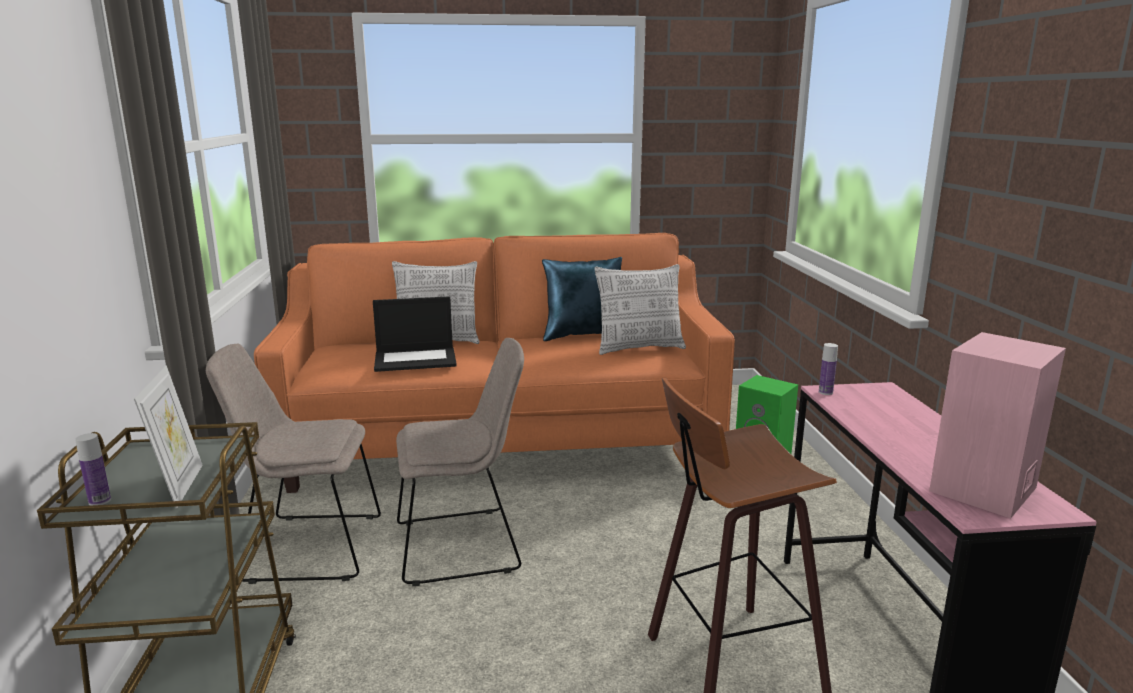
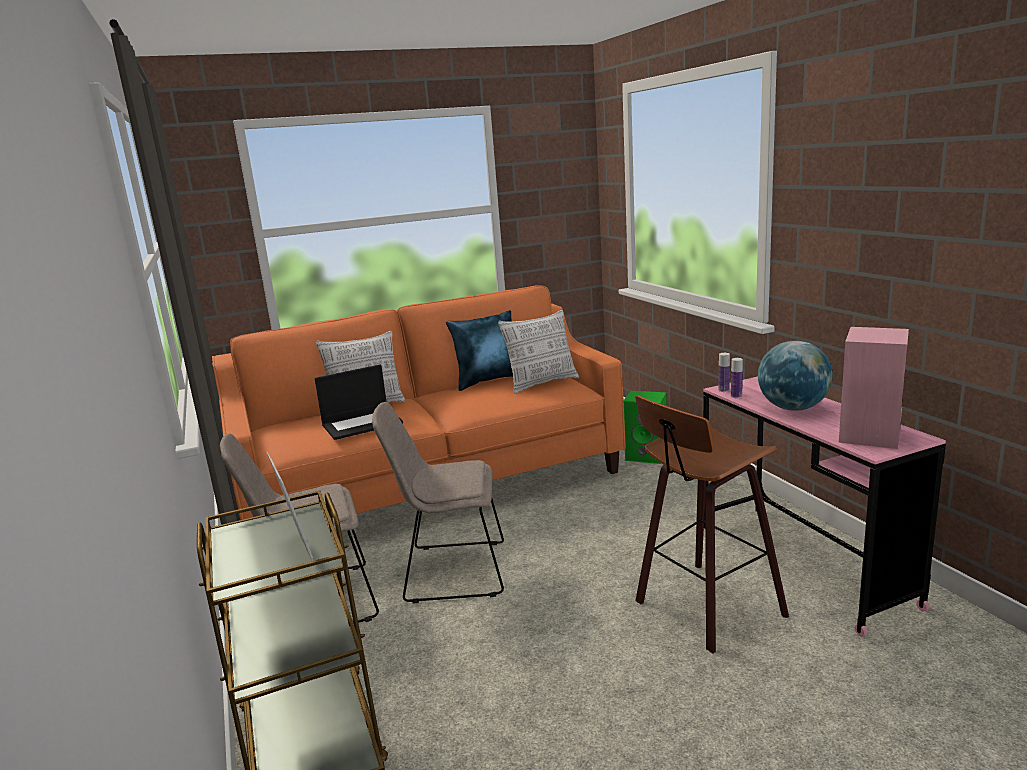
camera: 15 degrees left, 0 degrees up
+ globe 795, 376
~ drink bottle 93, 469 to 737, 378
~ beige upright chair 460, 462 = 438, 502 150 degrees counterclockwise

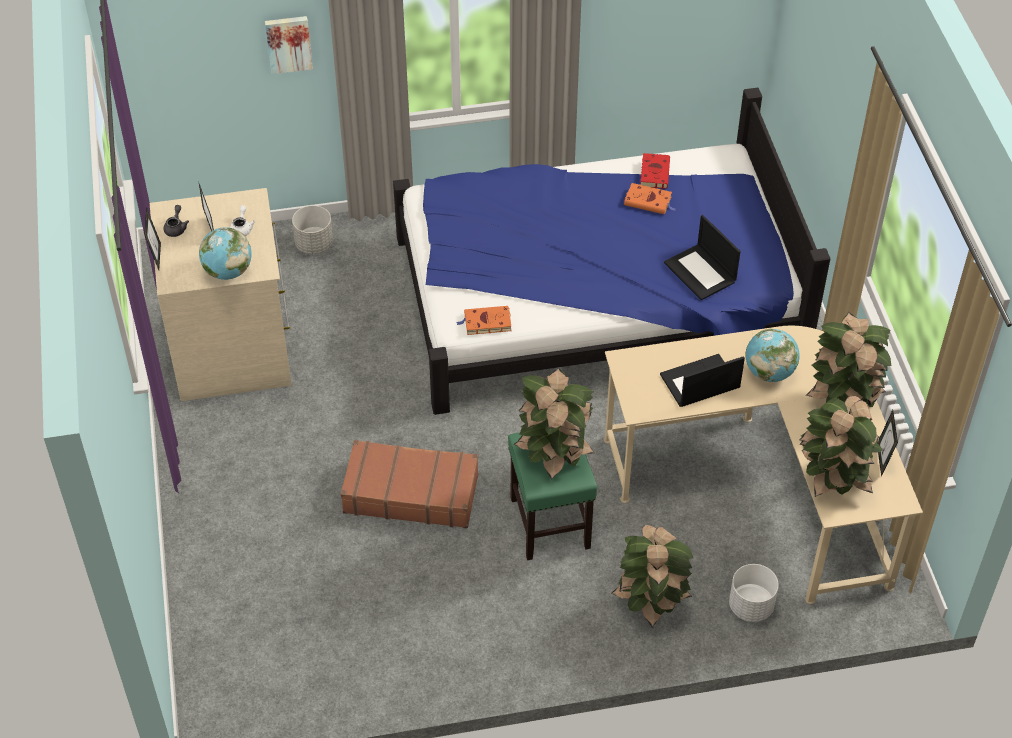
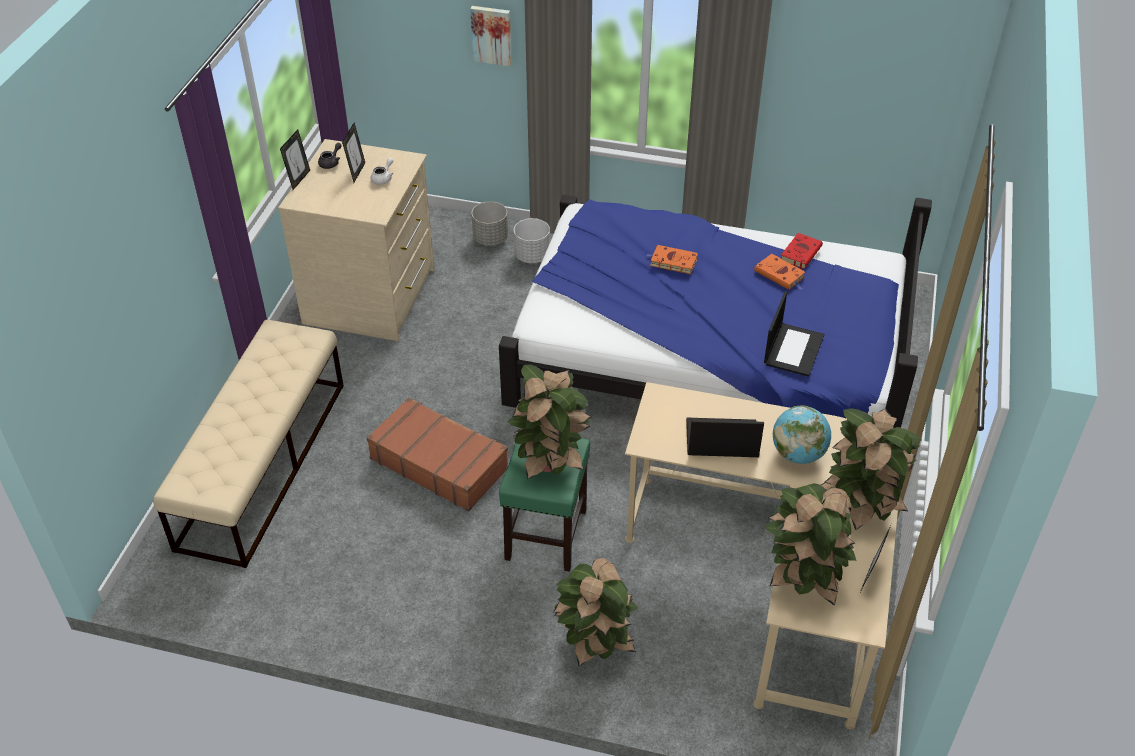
camera: 25 degrees right, 5 degrees down
- globe 225, 253
+ beige bench 248, 444
~ orangey bound book 484, 320 to 672, 259
~ white plant pot 754, 593 to 532, 240
~ notebook computer 702, 257 = 794, 334 150 degrees counterclockwise

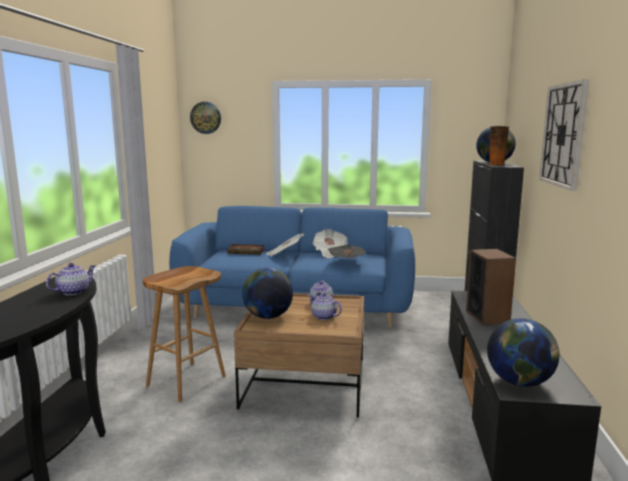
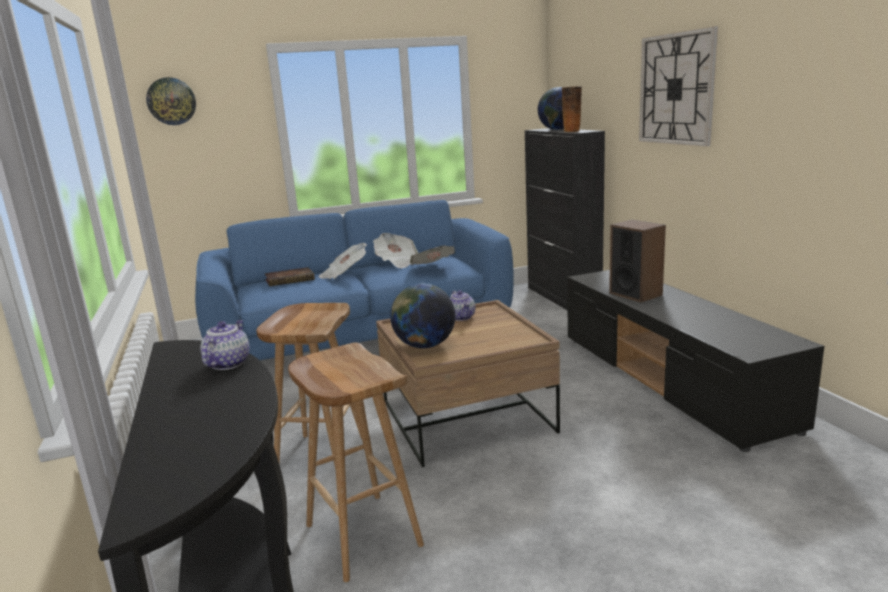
camera: 25 degrees left, 5 degrees up
- pot for tea 325, 306
- globe 523, 352
+ brown stool 356, 462

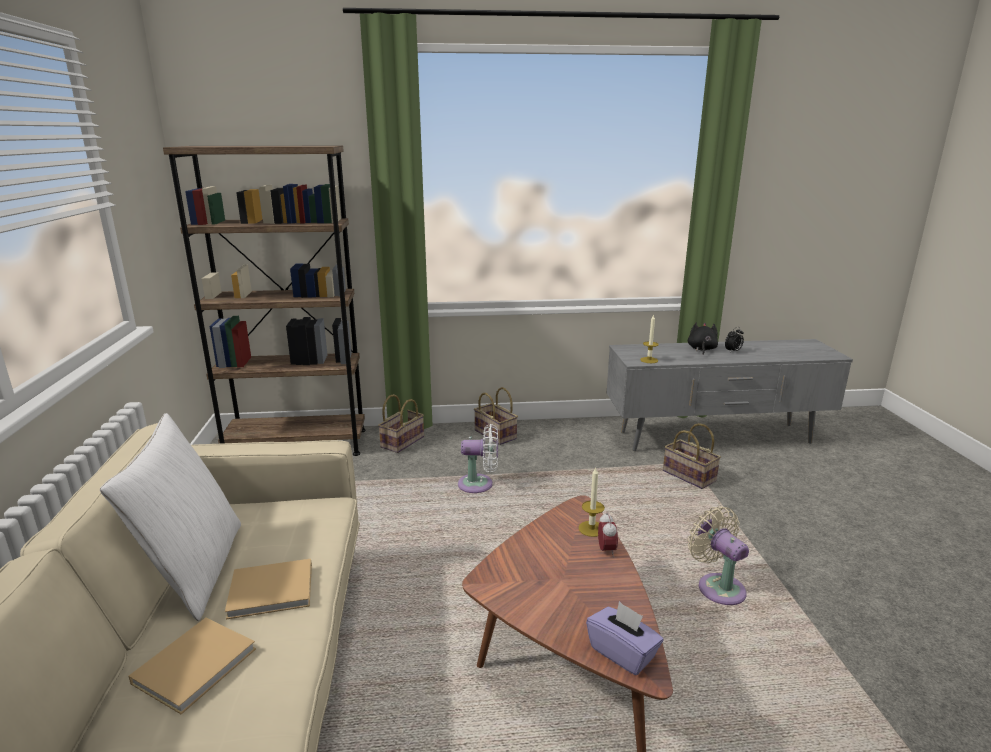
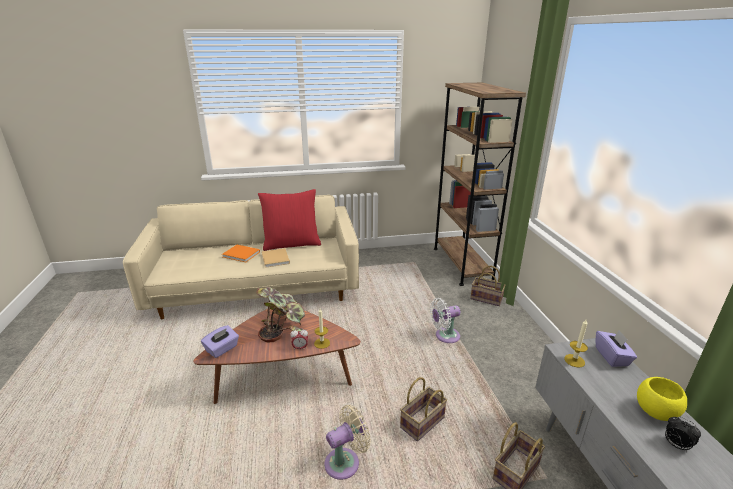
camera: 85 degrees right, 5 degrees up
+ houseplant 280, 315
+ purple tissue holder 616, 348
~ storage basket 496, 416 to 423, 409
~ black soft toy 703, 338 to yellowish serving bowl 662, 399
~ white throw pillow 170, 517 to red throw pillow 289, 220
~ beige bound book 192, 666 to orangey bound book 241, 253
~ white cooling fan 478, 458 = 445, 320 75 degrees clockwise

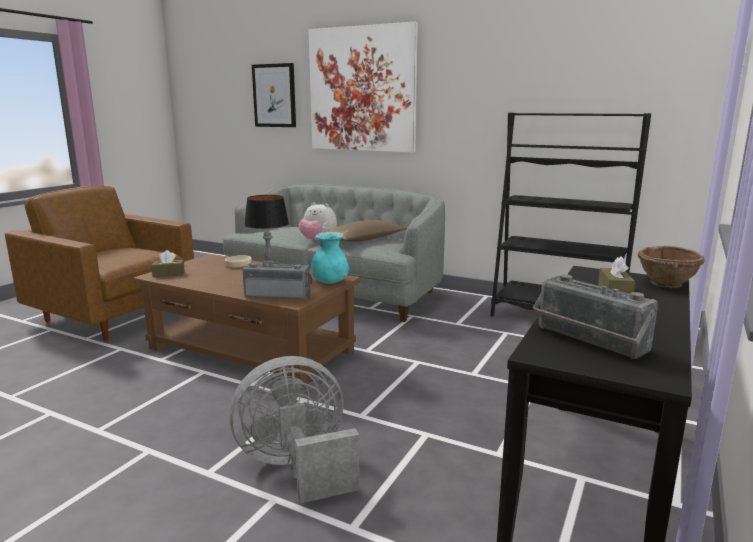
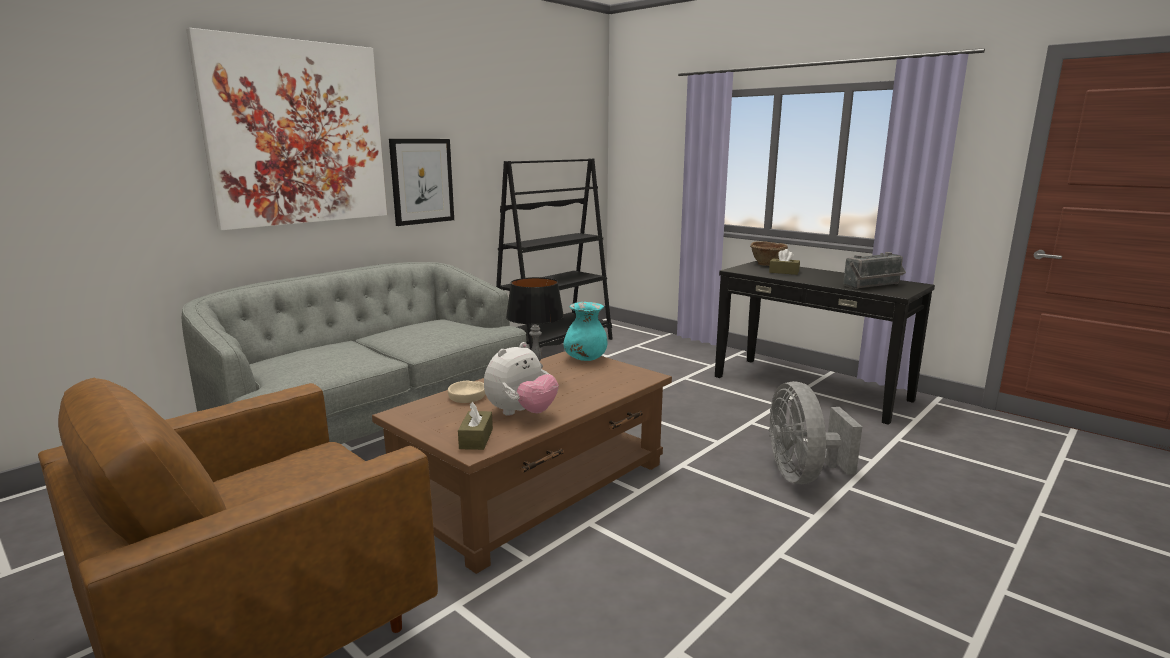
camera: 75 degrees left, 0 degrees up
- radio set 278, 280
- brown throw pillow 365, 231
~ wall art 274, 95 to 421, 182
~ soft toy 318, 221 to 521, 379

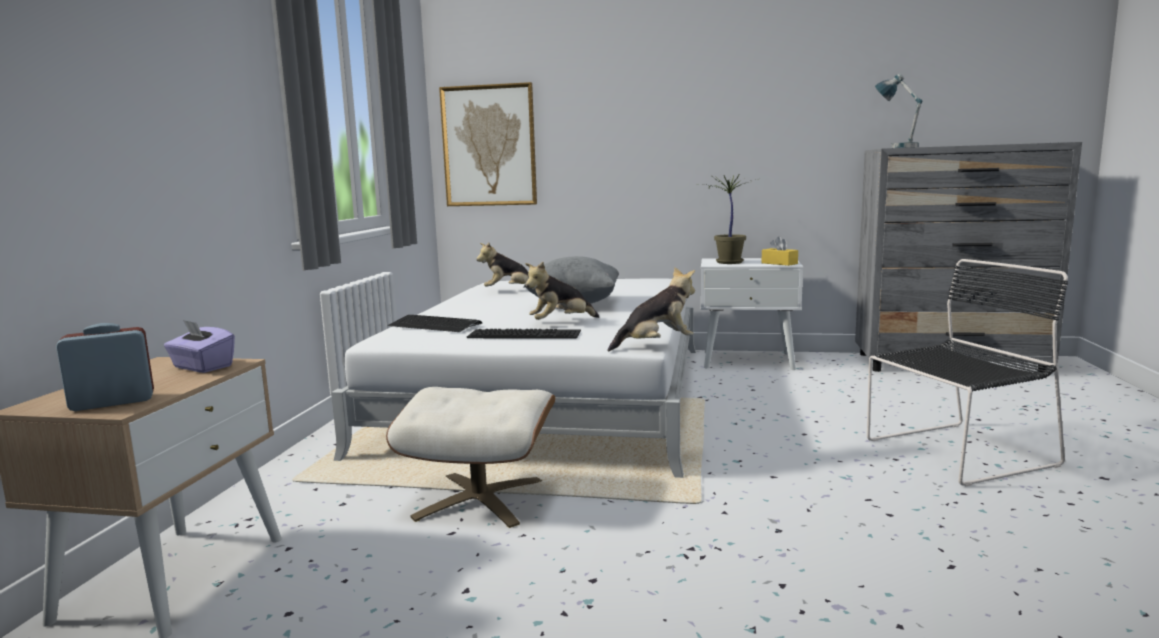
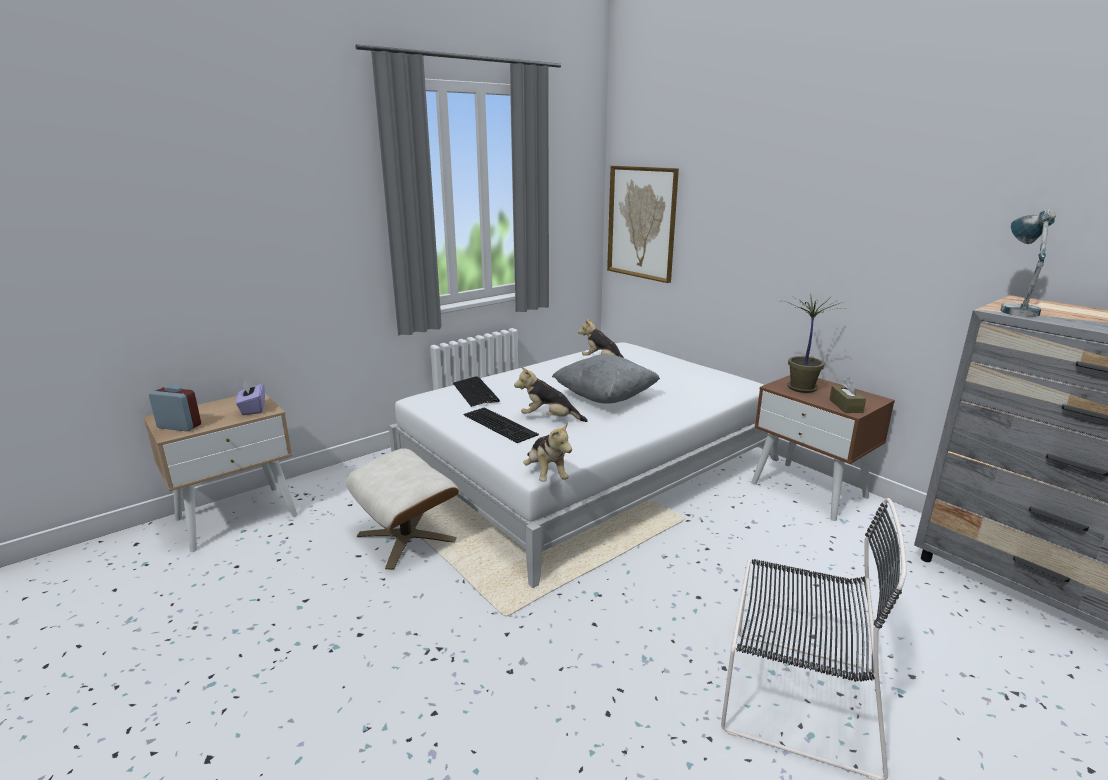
camera: 40 degrees right, 10 degrees up
~ white bedside table 752, 314 to brown bedside table 823, 448
~ yellowish tissue holder 780, 251 to brown tissue holder 848, 395
~ soft toy 651, 309 = 547, 452 45 degrees clockwise

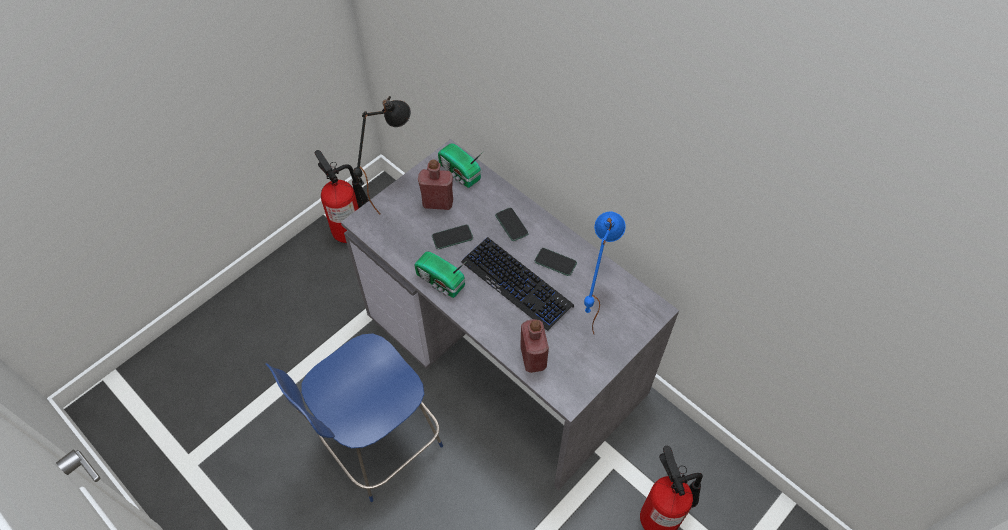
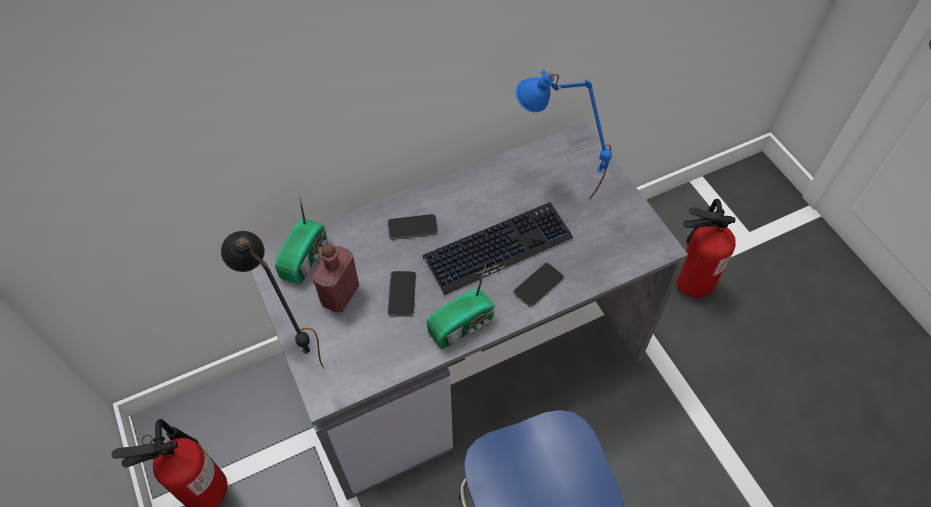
camera: 70 degrees left, 0 degrees up
- red drink bottle 534, 346
~ phone 556, 262 to 538, 285
~ radio set 460, 165 = 301, 239 45 degrees counterclockwise

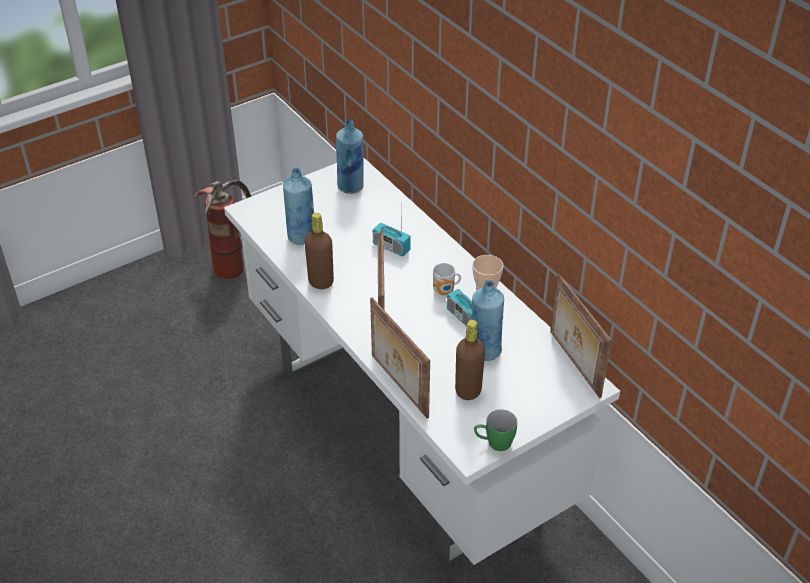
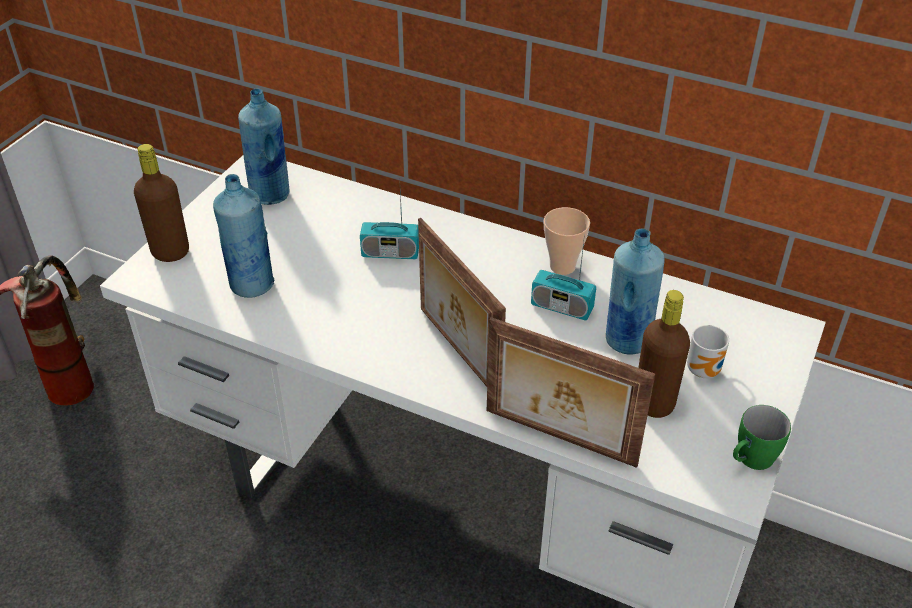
camera: 30 degrees left, 0 degrees up
- photo frame 581, 336
~ brown drink bottle 319, 251 to 161, 203
~ coffee mug 447, 279 to 708, 351

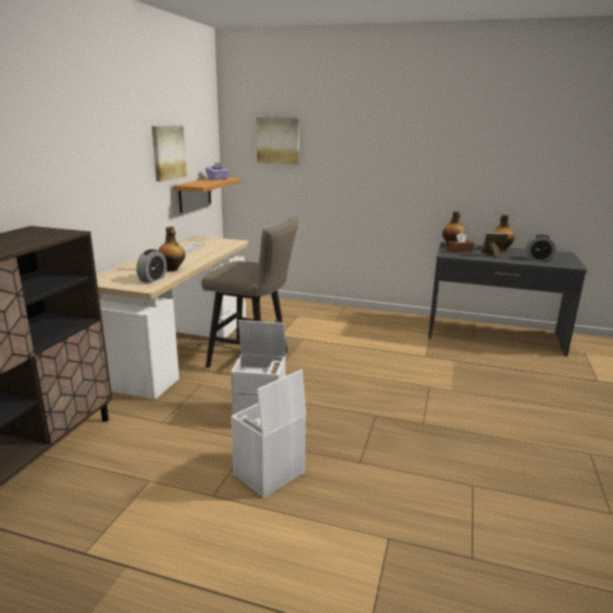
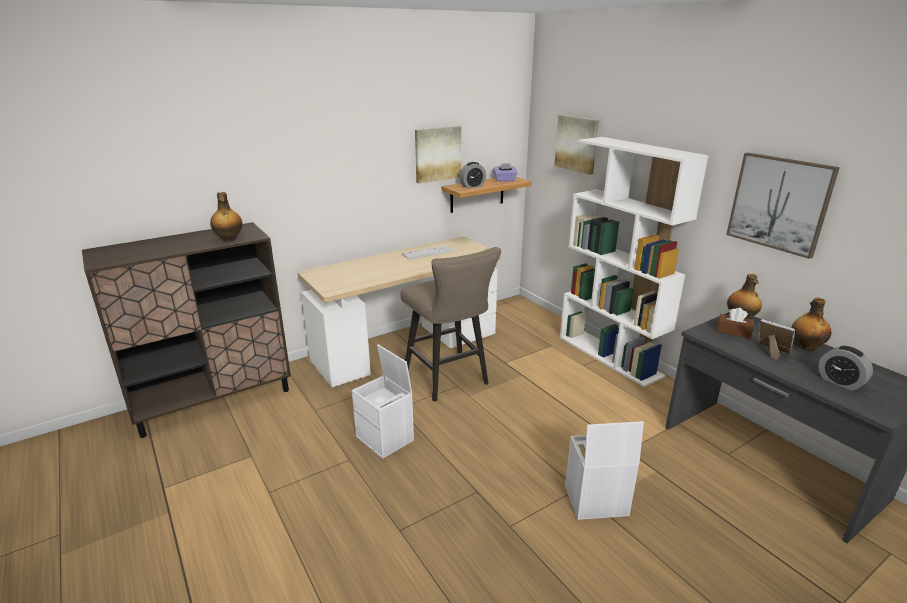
camera: 40 degrees right, 5 degrees up
+ white bookshelf 634, 262
+ wall art 783, 206
~ alarm clock 151, 266 to 472, 175
~ drink bottle 171, 248 to 226, 217
~ white storage container 268, 433 to 604, 470

